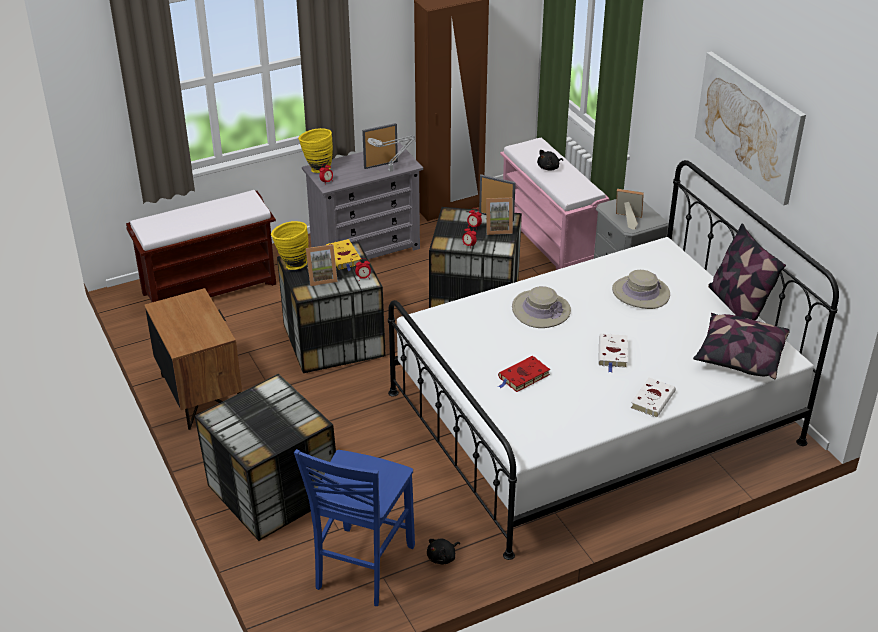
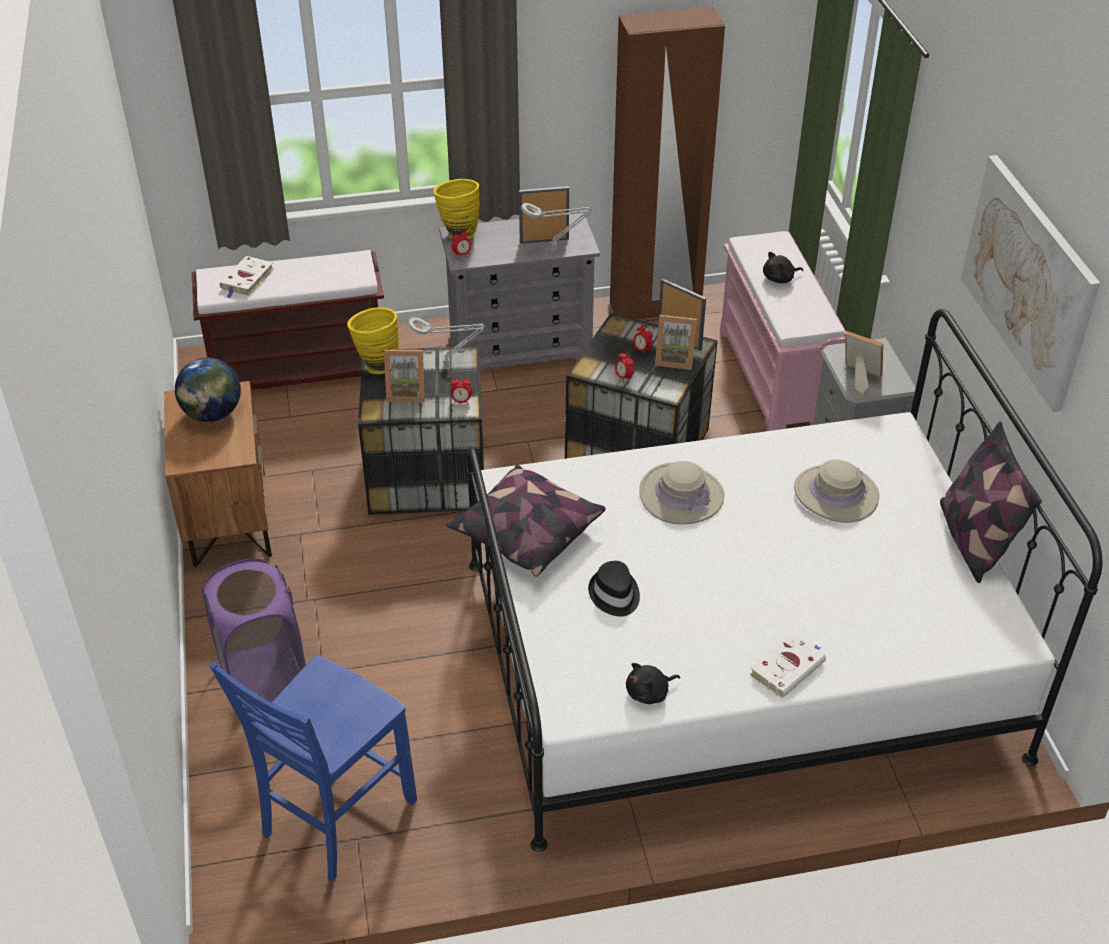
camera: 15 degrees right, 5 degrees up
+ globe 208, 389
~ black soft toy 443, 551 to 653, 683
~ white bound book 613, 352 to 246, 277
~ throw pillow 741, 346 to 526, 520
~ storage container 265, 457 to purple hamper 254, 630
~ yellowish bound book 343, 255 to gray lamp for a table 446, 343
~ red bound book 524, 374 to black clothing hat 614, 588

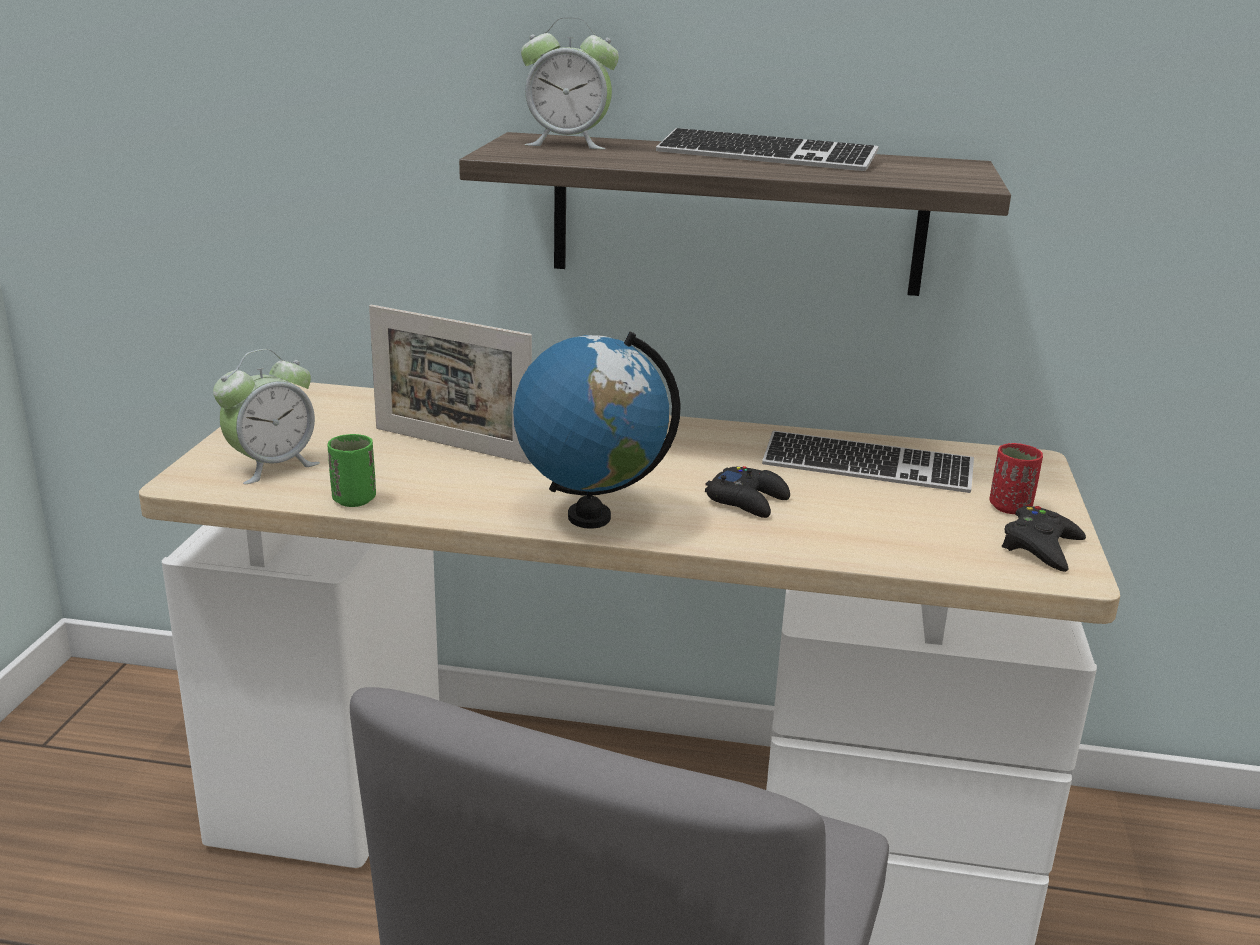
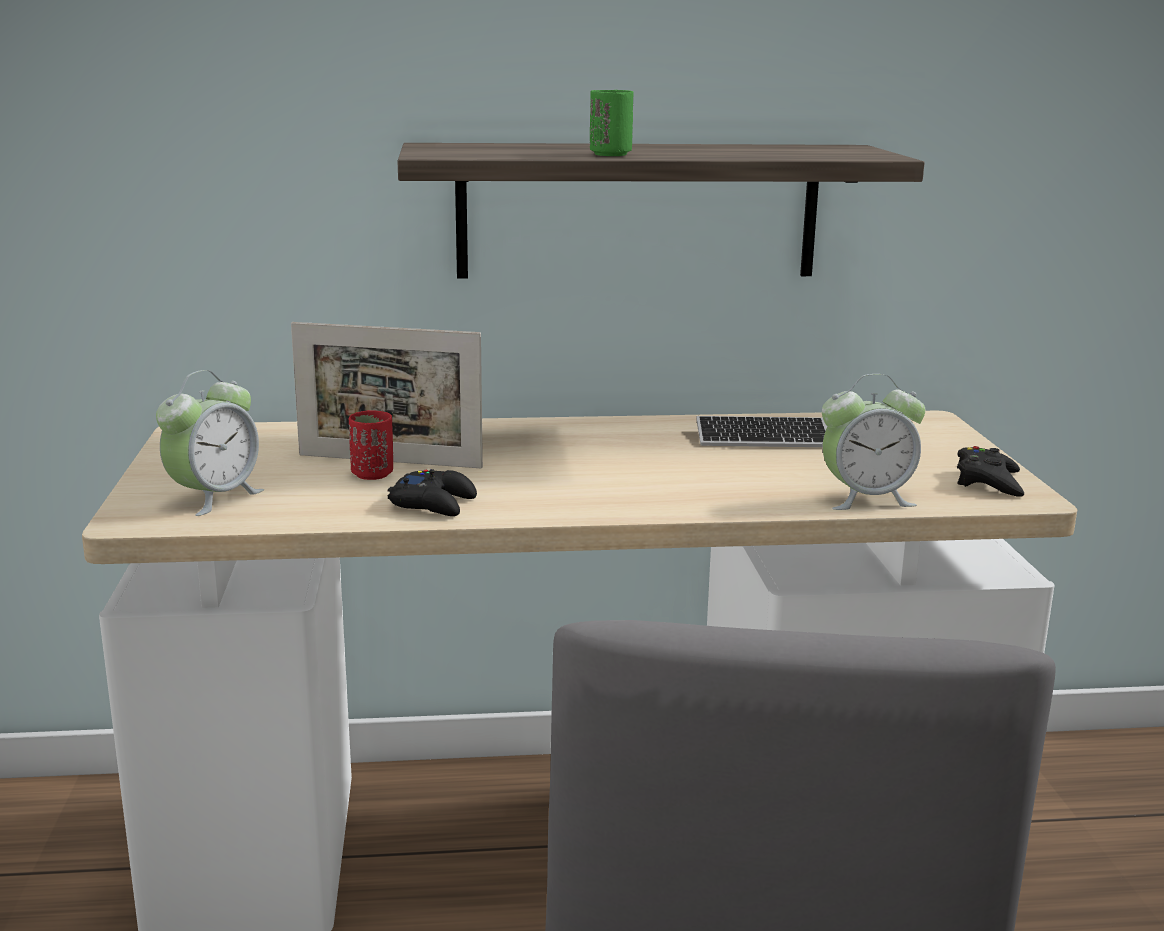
camera: 15 degrees left, 5 degrees down
- globe 597, 430
- PC keyboard 767, 149
~ green drinking cup 351, 470 to 611, 123
~ alarm clock 570, 83 to 873, 442
~ black game controller 747, 492 to 432, 492
~ red drinking cup 1016, 478 to 371, 445

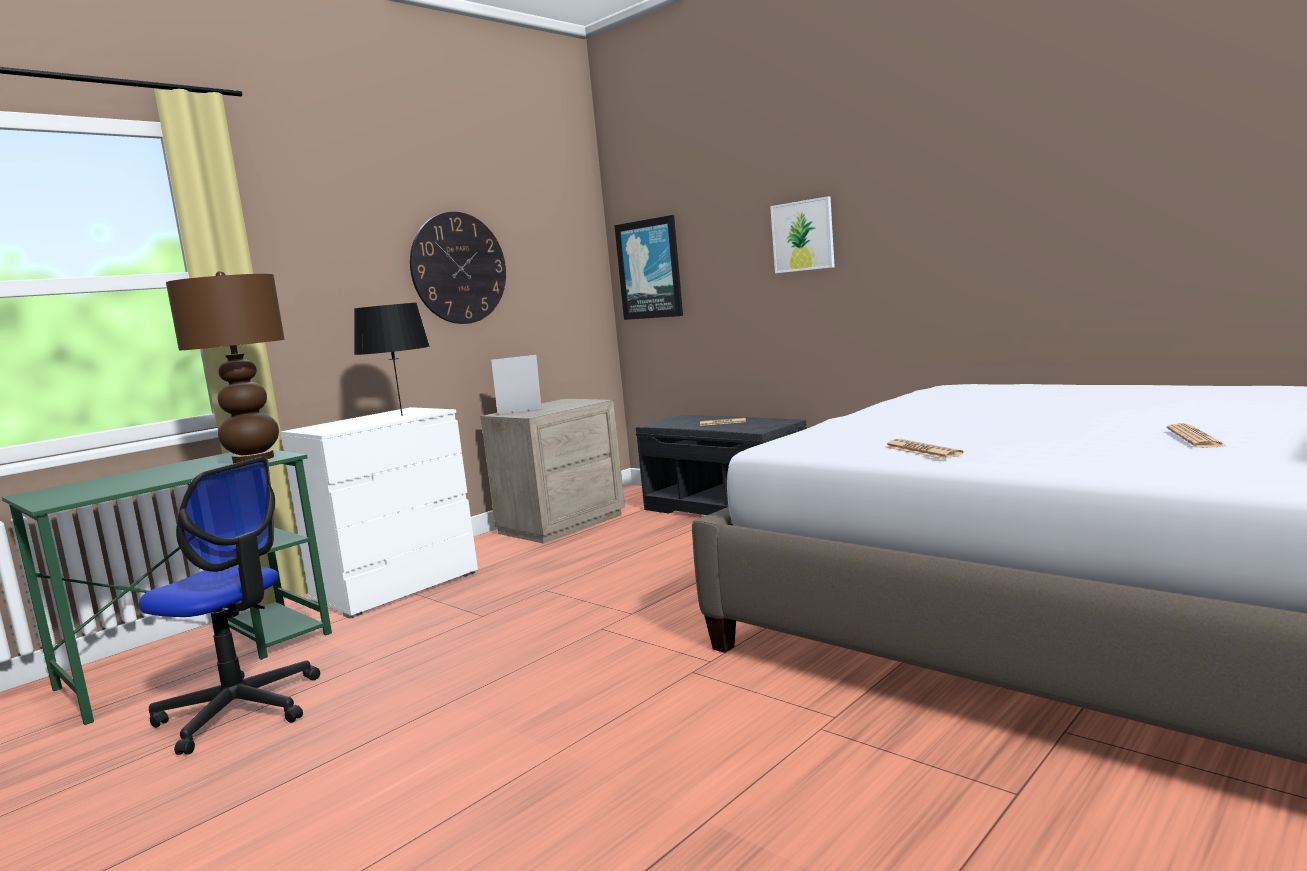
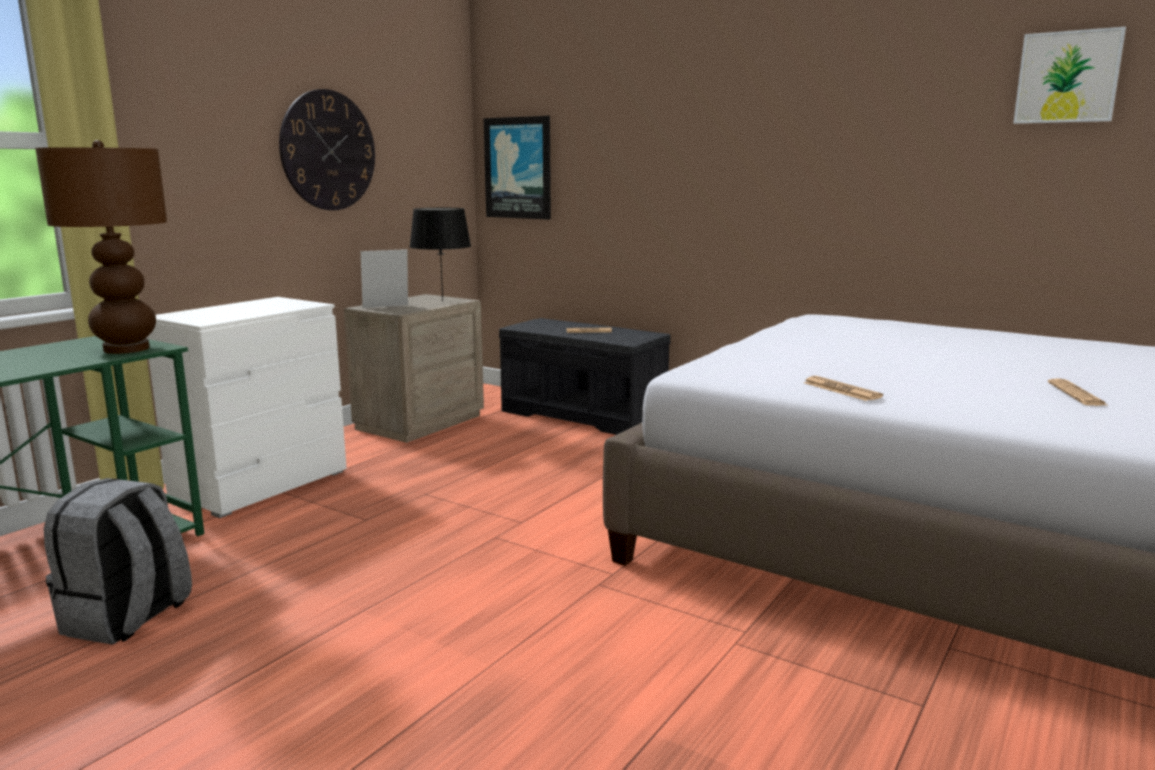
camera: 10 degrees left, 5 degrees up
~ black lamp for a table 392, 359 to 440, 255
~ wall art 802, 234 to 1069, 75
~ desk chair 229, 606 to gray backpack 118, 561

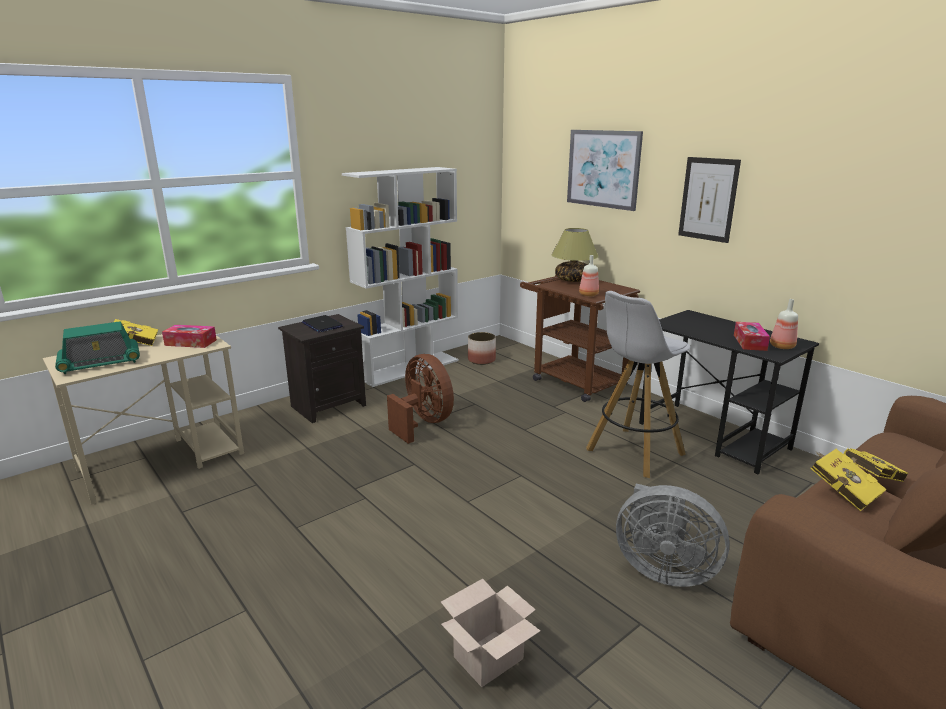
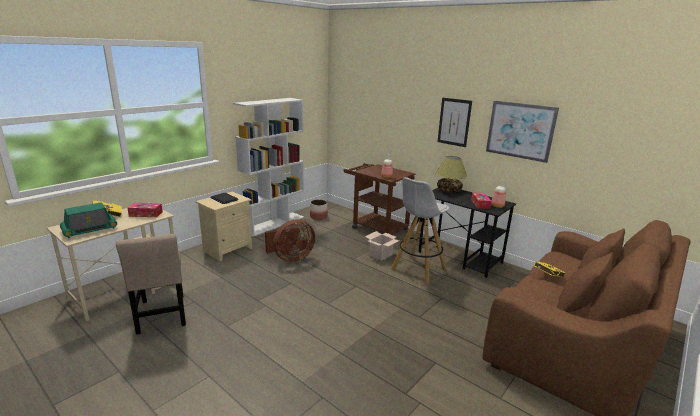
camera: 10 degrees left, 0 degrees up
- gray cooling fan 673, 535
- yellowish bound book 848, 480
+ beige upright chair 151, 284
~ cardboard box 490, 633 to 382, 246
~ lamp for a table 574, 255 to 451, 174
~ wall art 605, 170 to 522, 132
~ black bedside table 322, 368 to beige bedside table 224, 226
~ brown cooling fan 420, 399 = 290, 241 105 degrees clockwise

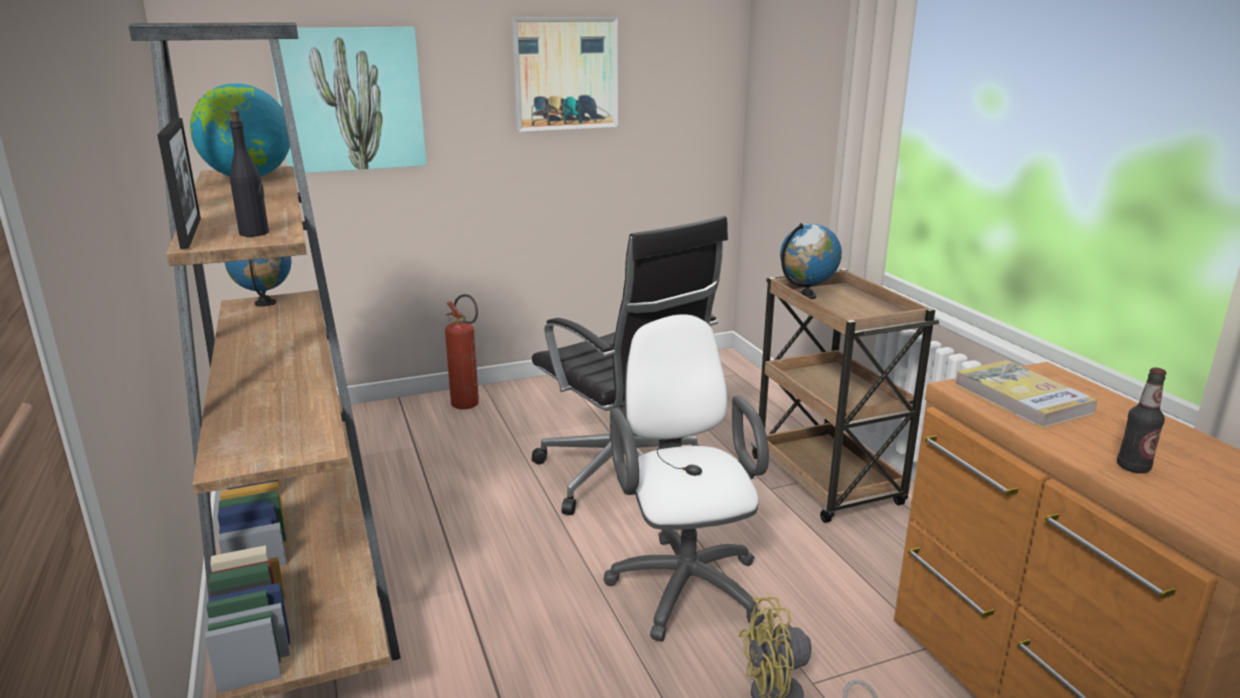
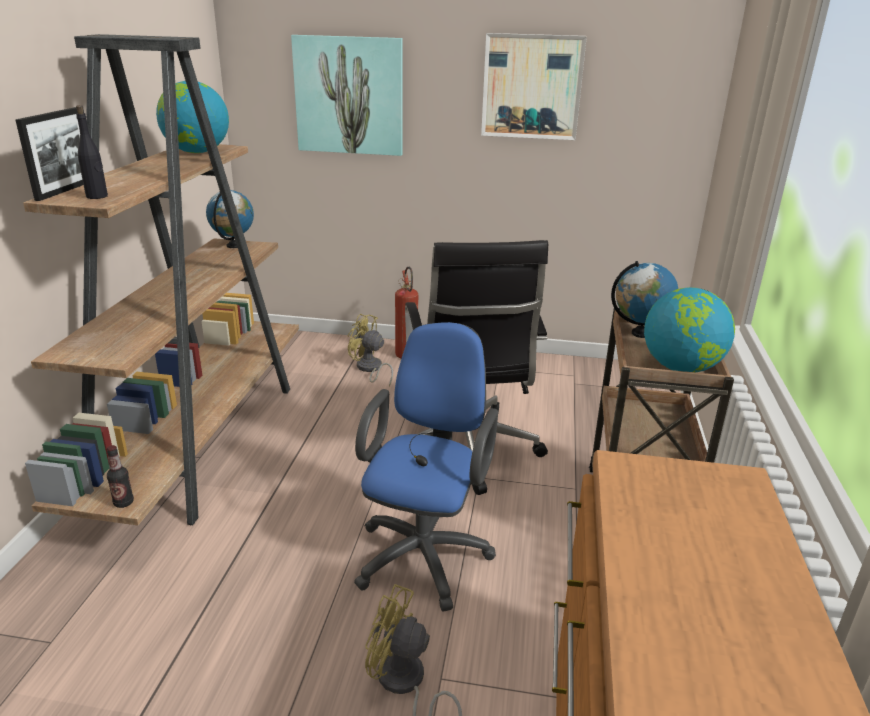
camera: 30 degrees right, 5 degrees up
- bound book 1026, 394
+ yellowish cooling fan 370, 350
+ globe 689, 329
~ drink bottle 1142, 420 to 120, 476
~ white desk chair 686, 477 to bluish desk chair 426, 467

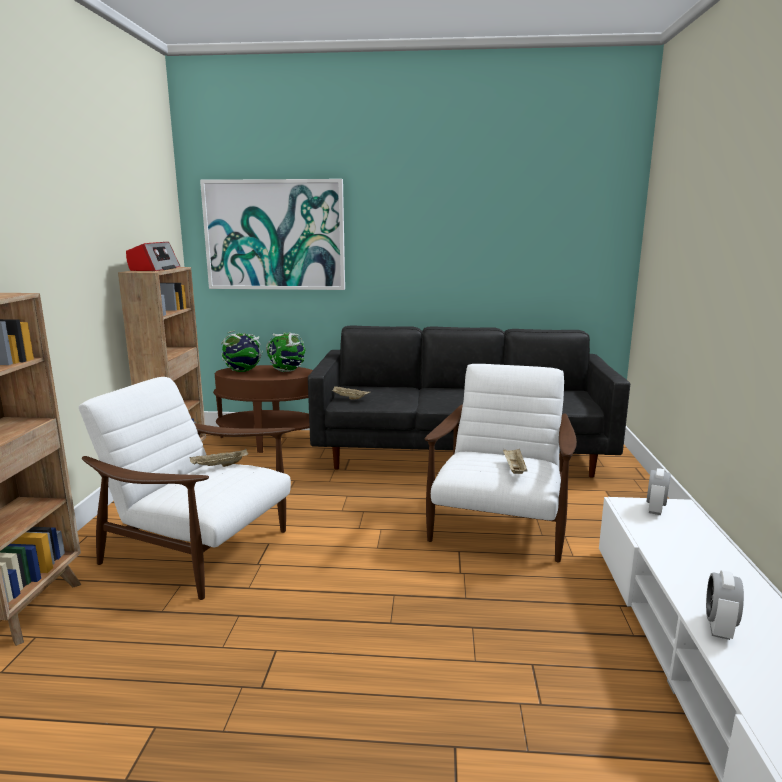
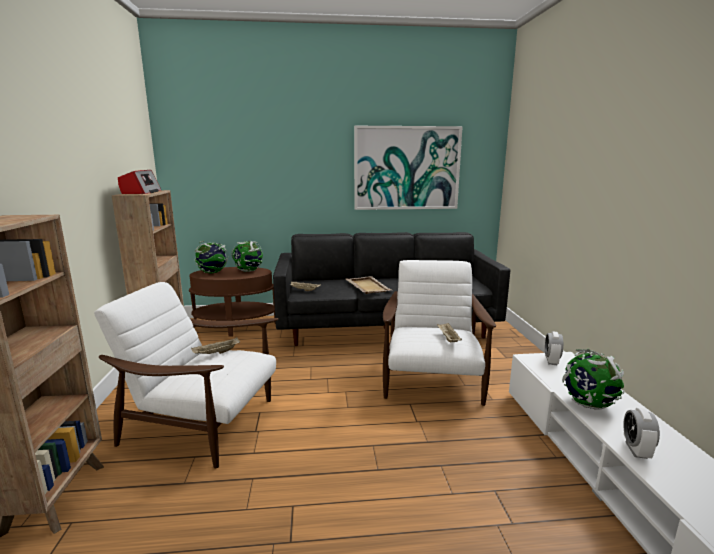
camera: 10 degrees left, 0 degrees up
+ beige serving tray 368, 285
+ globe 593, 379
~ wall art 272, 234 to 408, 168

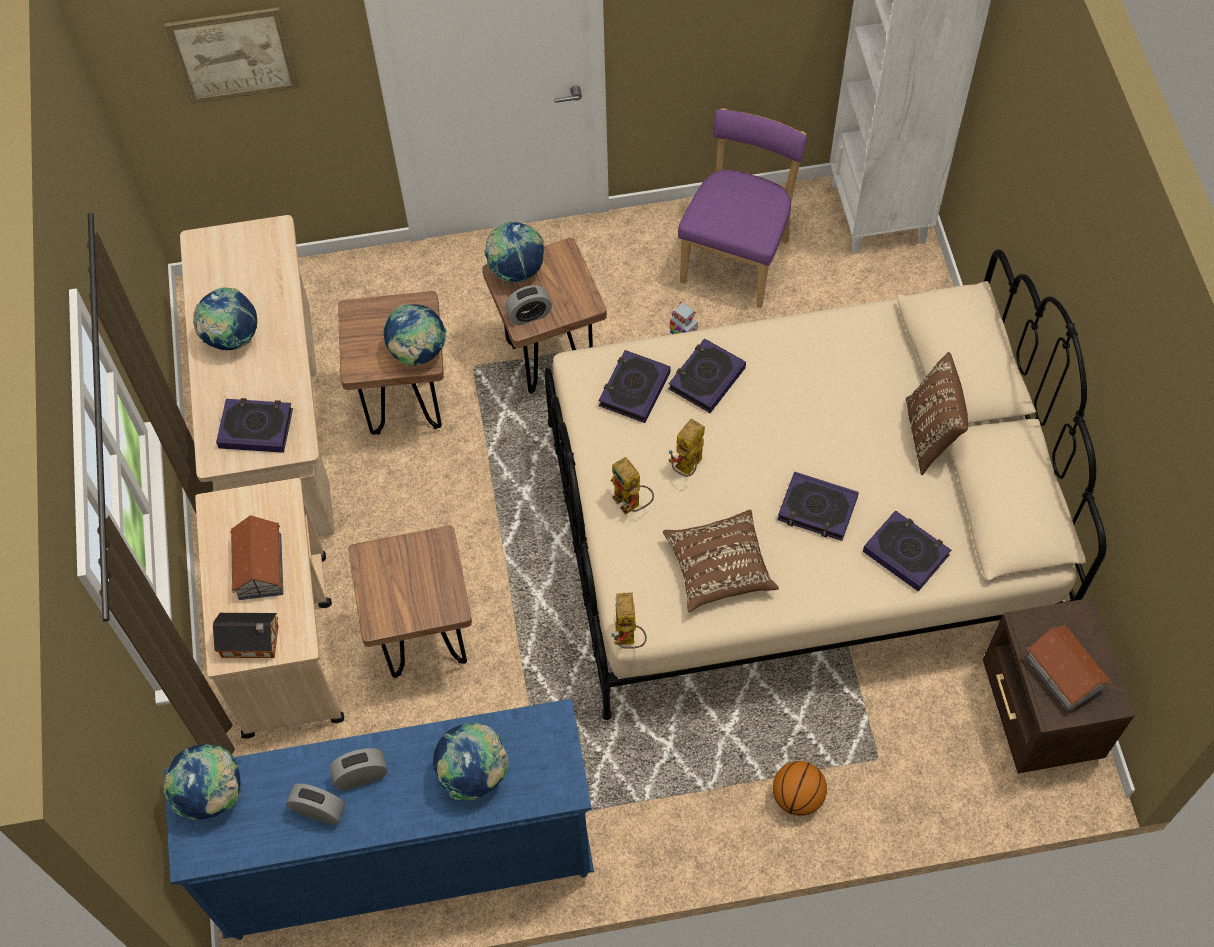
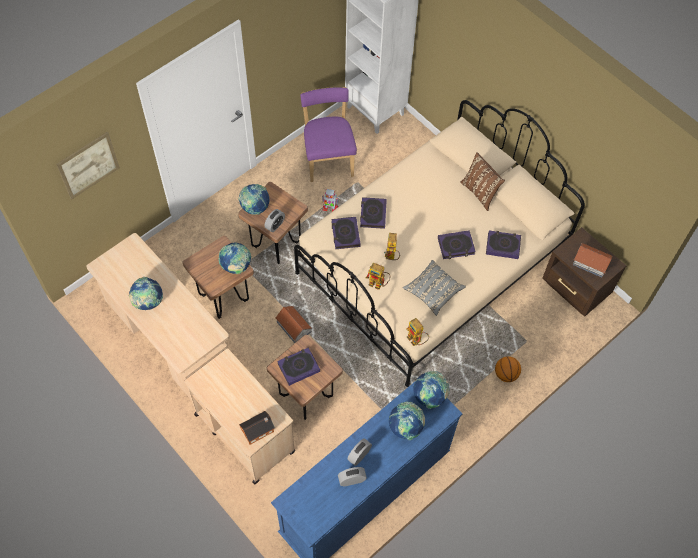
camera: 35 degrees left, 0 degrees up
~ globe 202, 782 to 431, 390
~ bound book 254, 425 to 298, 366
~ model house 256, 557 to 293, 324
~ brown throw pillow 721, 560 to gray throw pillow 434, 288

